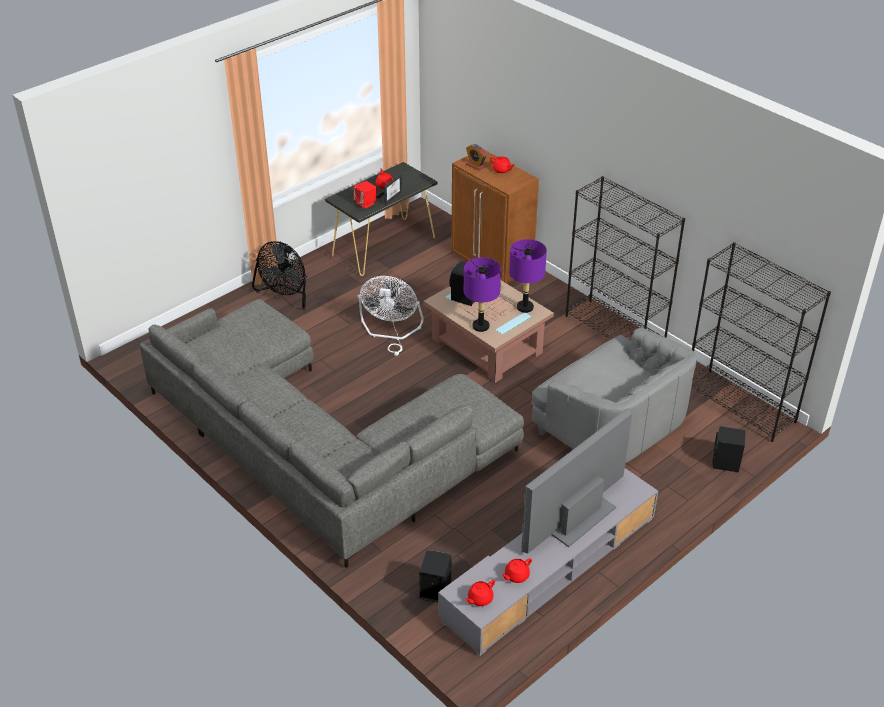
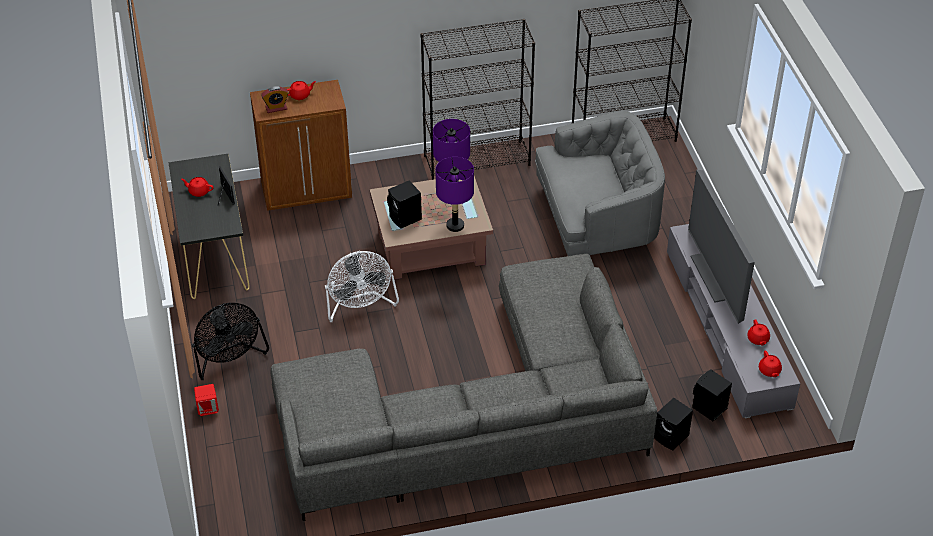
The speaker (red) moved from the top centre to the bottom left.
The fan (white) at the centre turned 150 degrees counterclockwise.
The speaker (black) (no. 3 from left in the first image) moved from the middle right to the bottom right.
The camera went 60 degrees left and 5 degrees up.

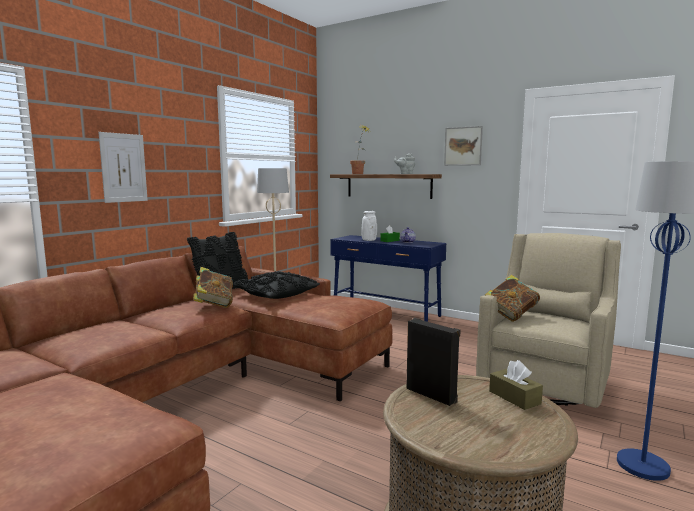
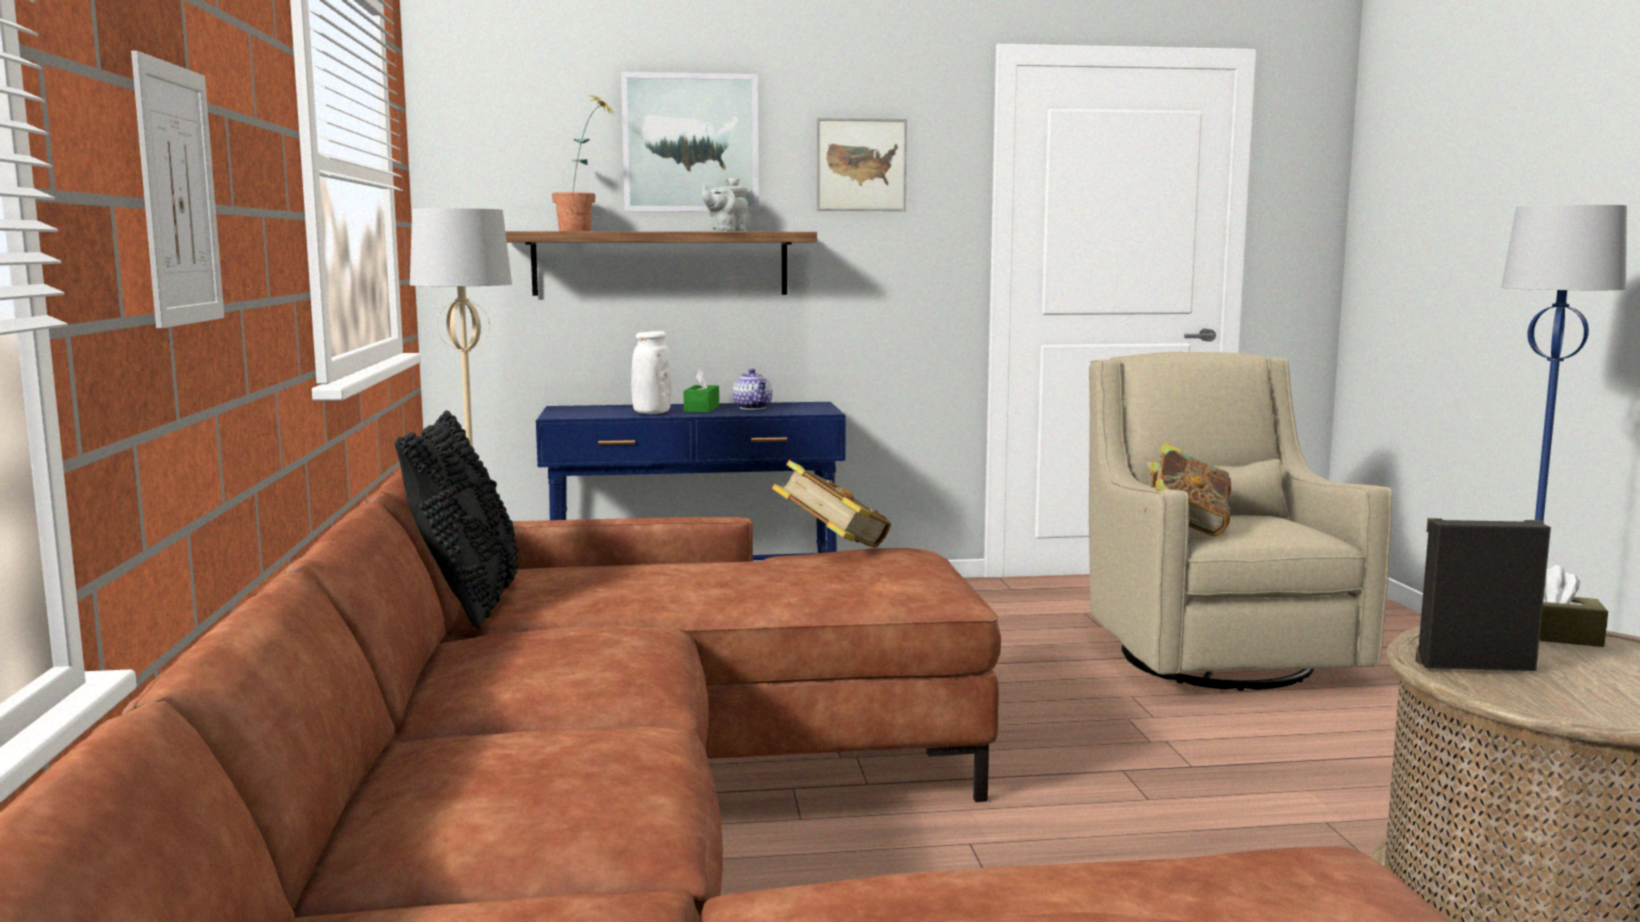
The book (no. 1 from left) moved from the middle left to the centre.
The pillow (black) (no. 2 from left) at the centre disappeared.
The picture (no. 2 from left) at the top centre appeared.
The camera went 40 degrees left and 0 degrees up.

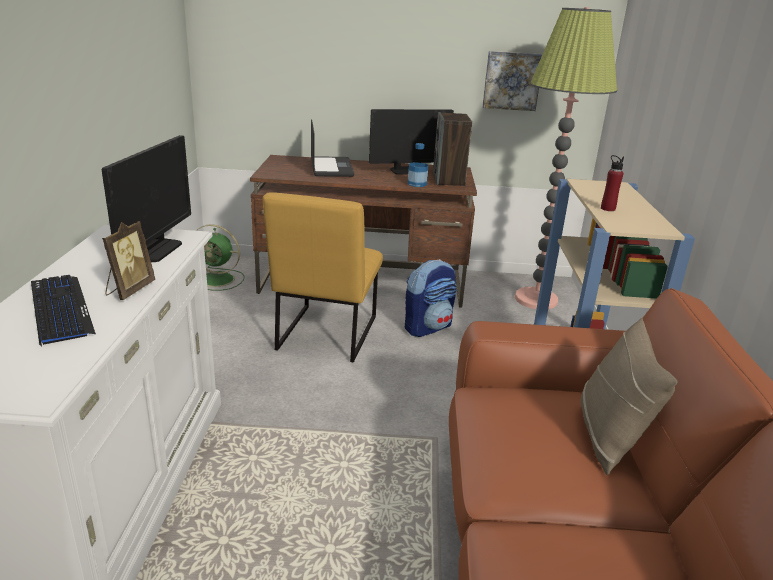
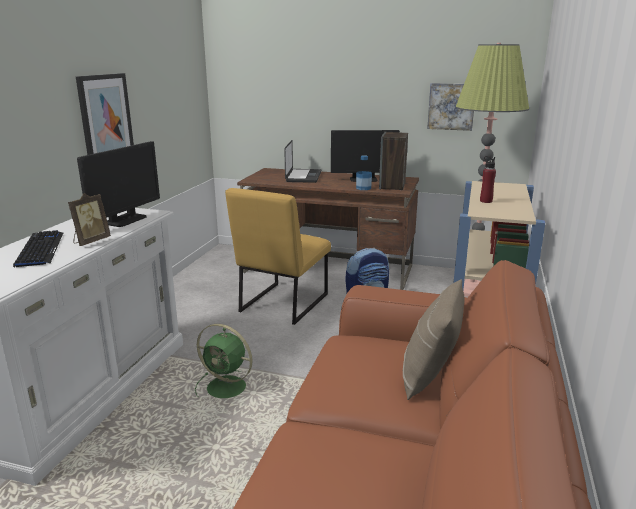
The fan (green) moved from the middle left to the bottom centre.
The picture (no. 1 from left) at the top left appeared.
The camera went 15 degrees right and 5 degrees down.

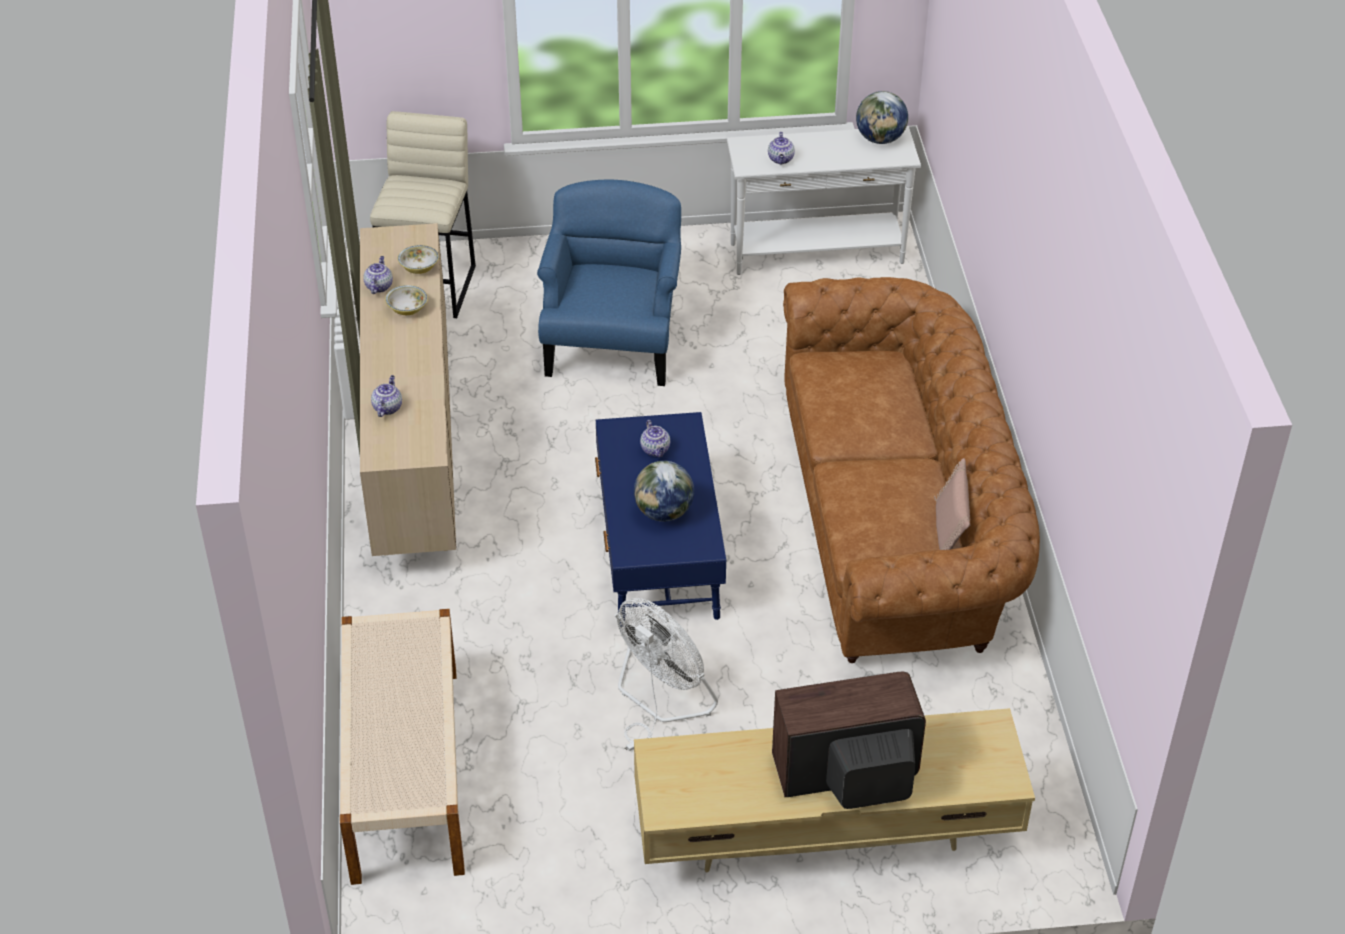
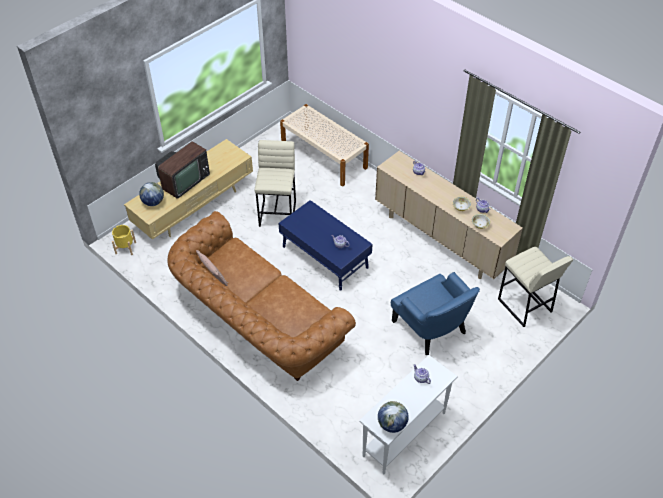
The fan (white) at the bottom centre was replaced by the stool (beige) (no. 1 from left) at the centre.
The globe (no. 1 from left) moved from the centre to the middle left.
The planter (yellow) at the middle left appeared.
The camera went 140 degrees right and 5 degrees up.

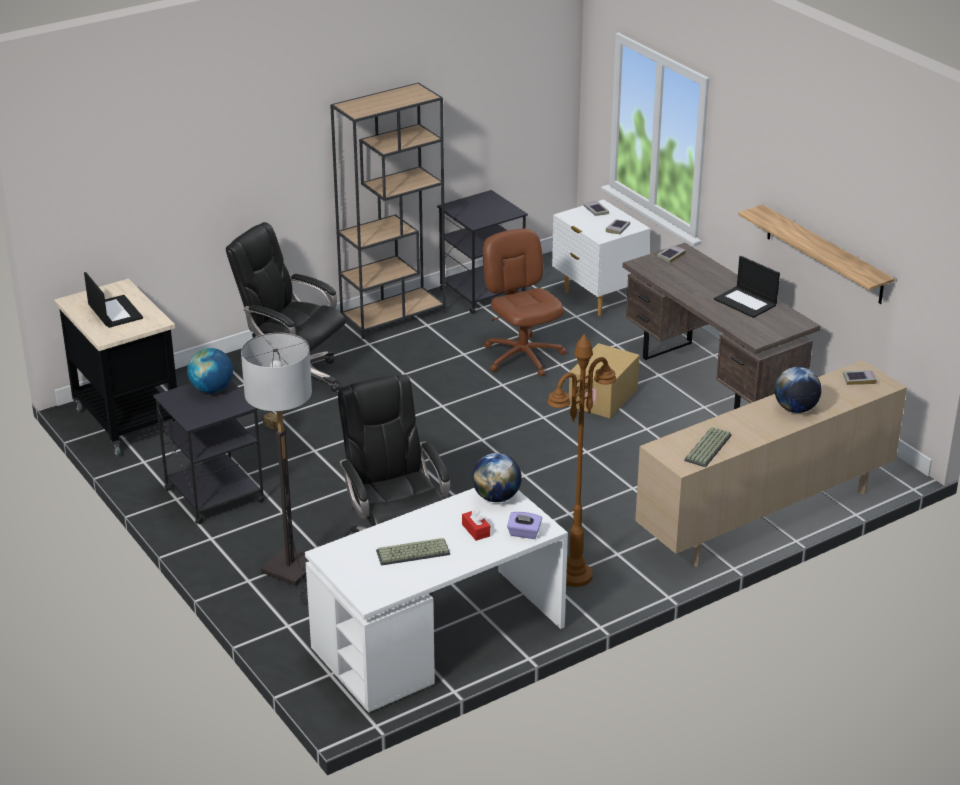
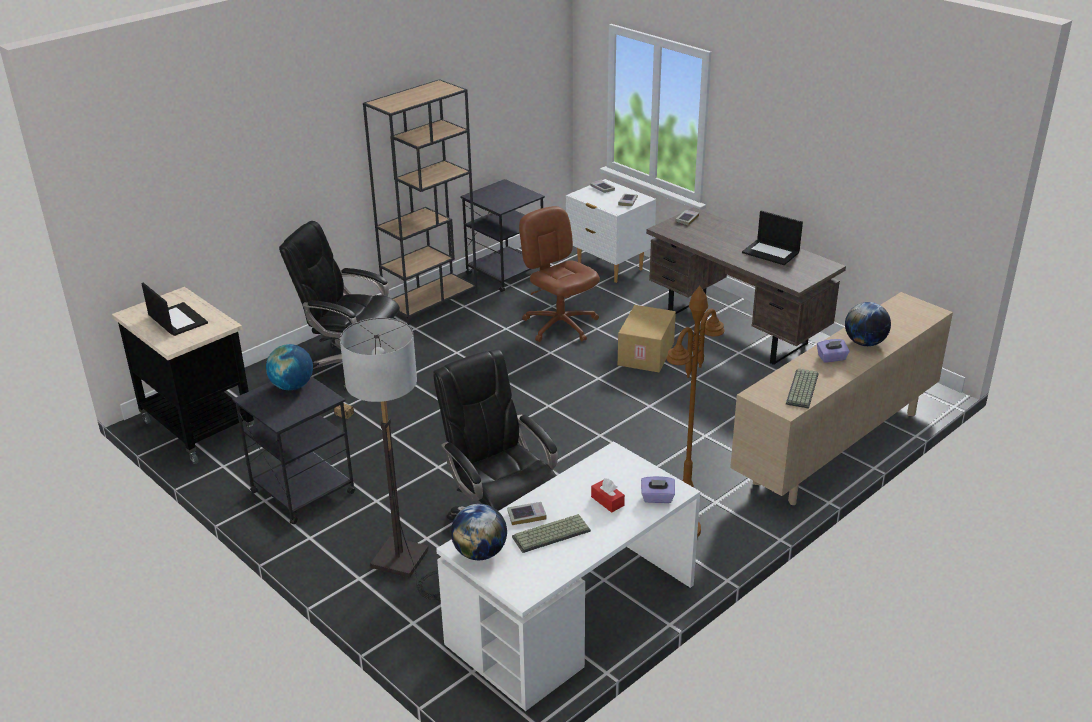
The globe (no. 2 from left) moved from the centre to the bottom centre.
The shelf at the top right disappeared.
The book (no. 4 from left in the first image) moved from the middle right to the bottom centre.
The tissue box (purple) (no. 2 from left) at the middle right appeared.
The camera went 10 degrees left and 0 degrees up.

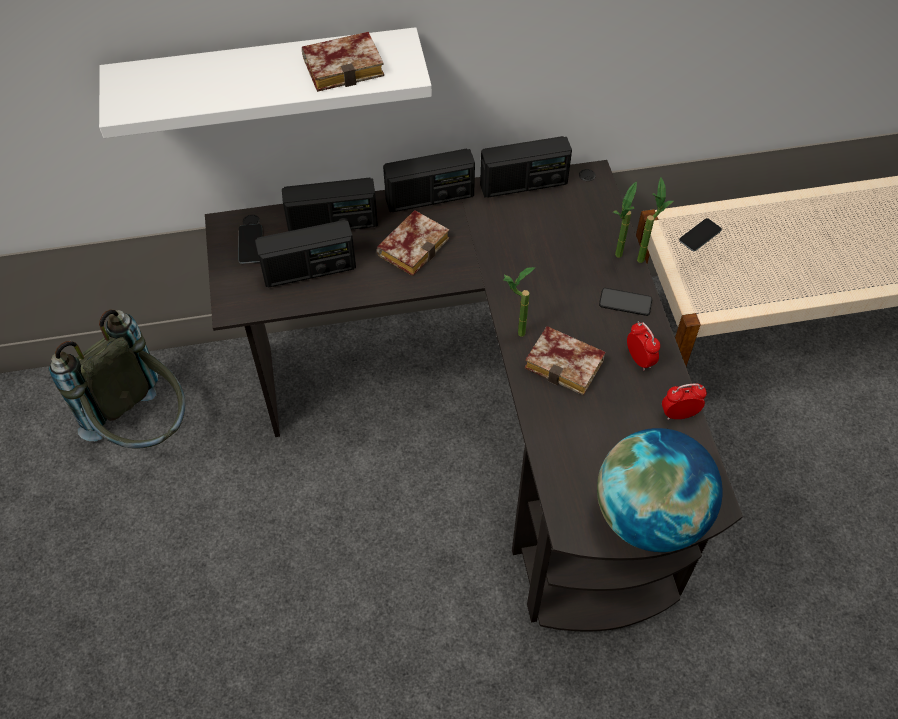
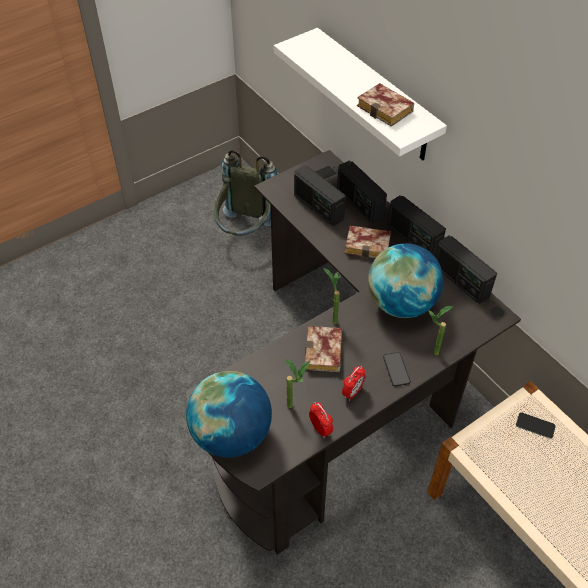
The potted plant (no. 3 from left in the first image) moved from the top right to the centre.
The globe (no. 2 from left) at the middle right appeared.
The camera went 65 degrees right and 5 degrees down.

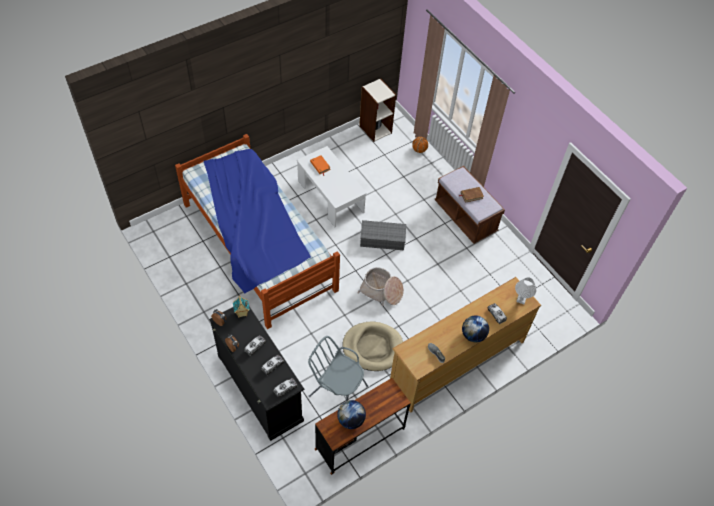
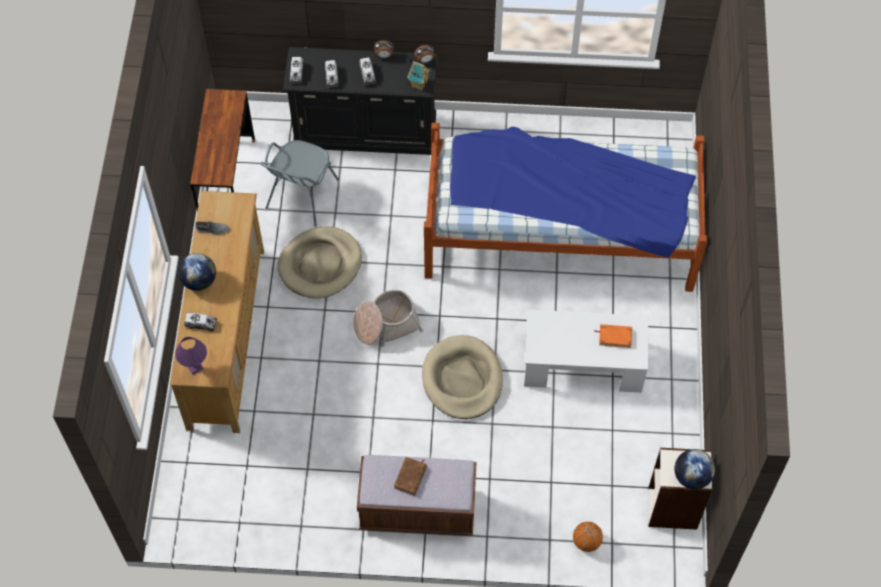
The chair (grey) at the bottom centre turned 135 degrees clockwise.
The globe (no. 1 from left in the first image) moved from the bottom centre to the bottom right.
The storage box (grey) at the centre was replaced by the dog bed (beige) (no. 2 from left) at the centre.
The table lamp (white) at the middle right became the table lamp (purple) at the middle left.
The camera went 130 degrees right and 5 degrees up.

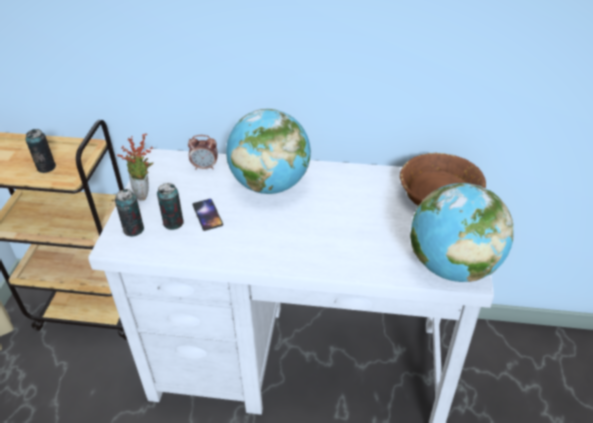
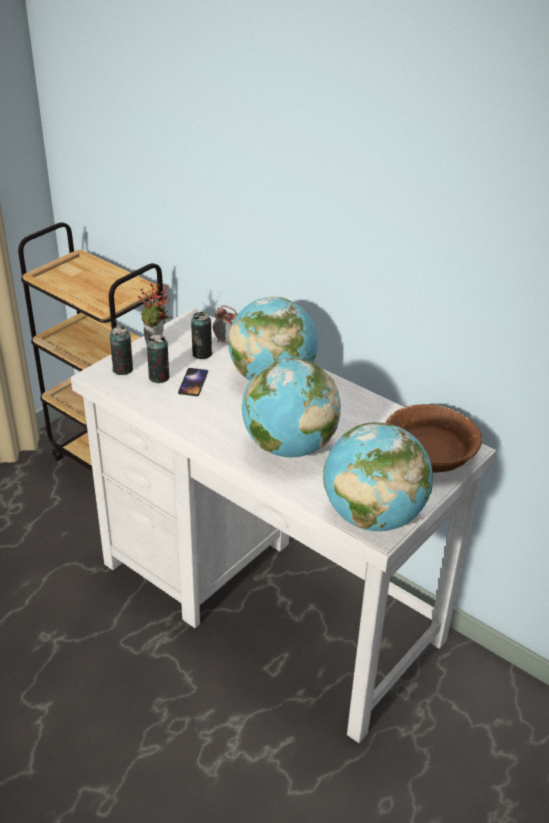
The can (no. 1 from left in the first image) moved from the middle left to the centre.
The globe (no. 2 from left) at the centre appeared.
The camera went 30 degrees right and 5 degrees down.

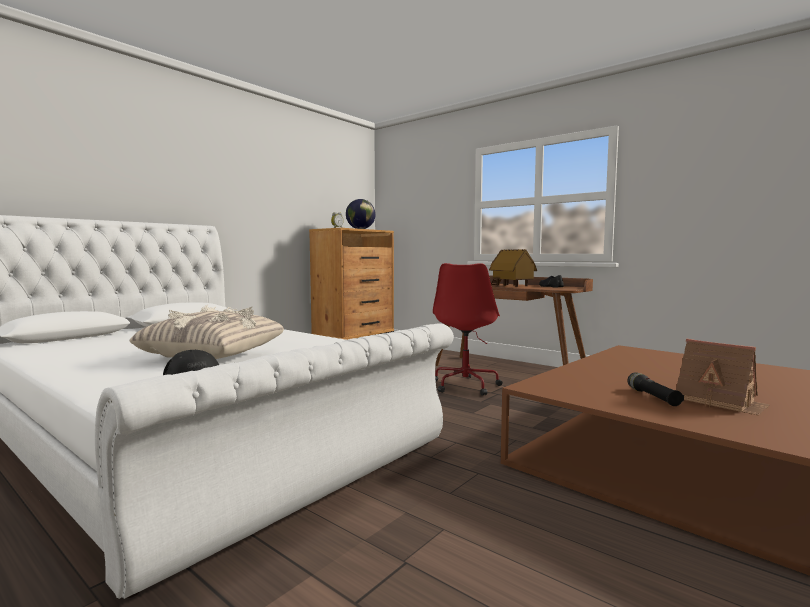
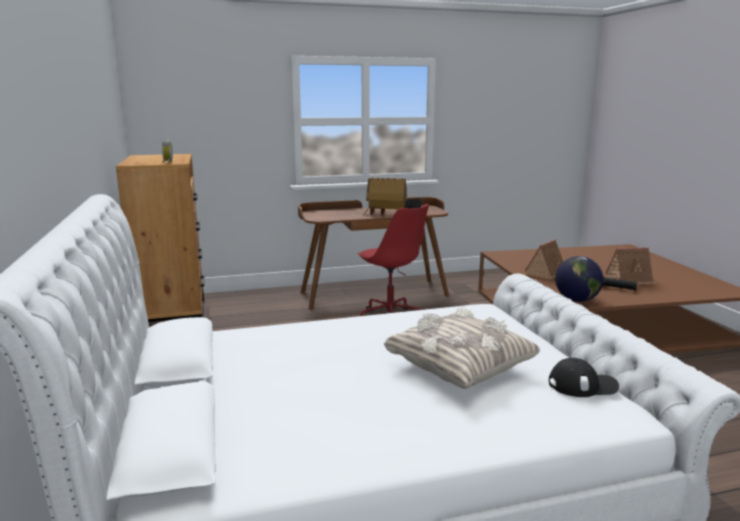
The globe moved from the centre to the middle right.
The toy house (no. 2 from left) at the middle right appeared.
The camera went 55 degrees left and 10 degrees up.

